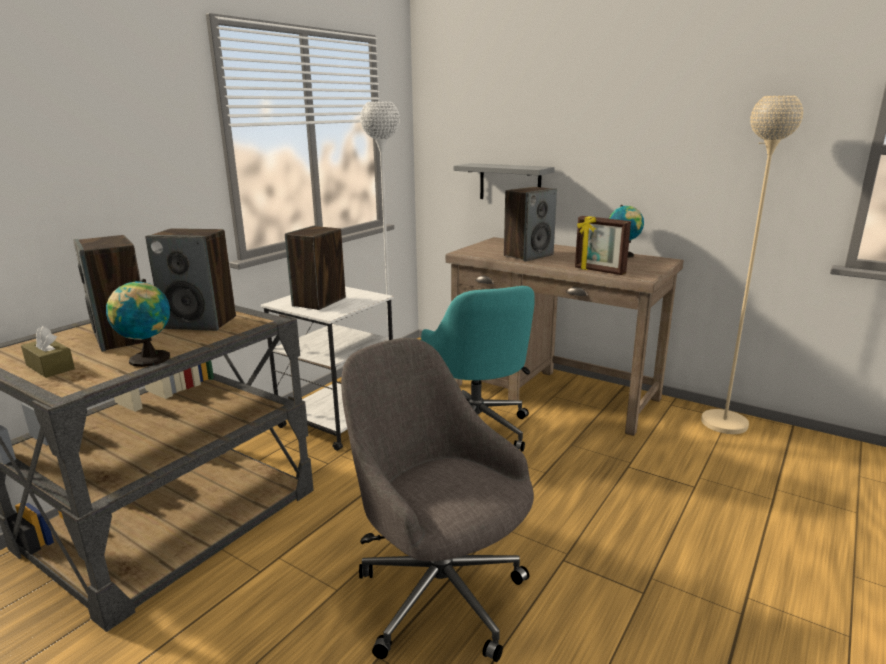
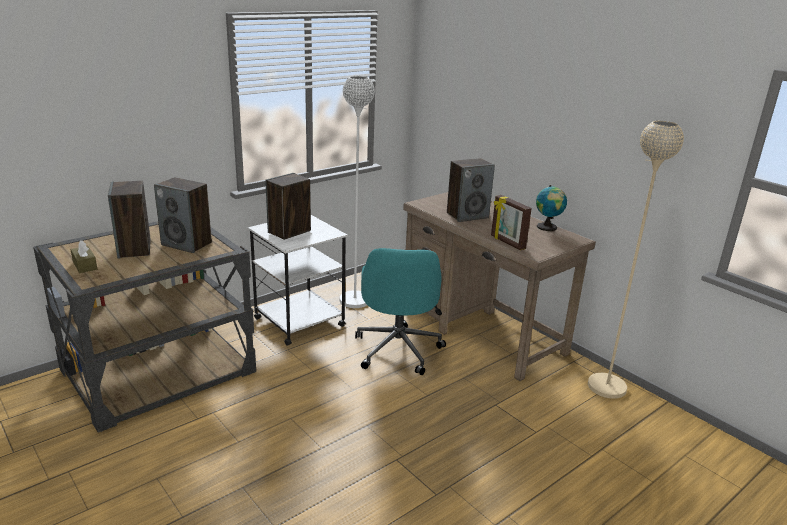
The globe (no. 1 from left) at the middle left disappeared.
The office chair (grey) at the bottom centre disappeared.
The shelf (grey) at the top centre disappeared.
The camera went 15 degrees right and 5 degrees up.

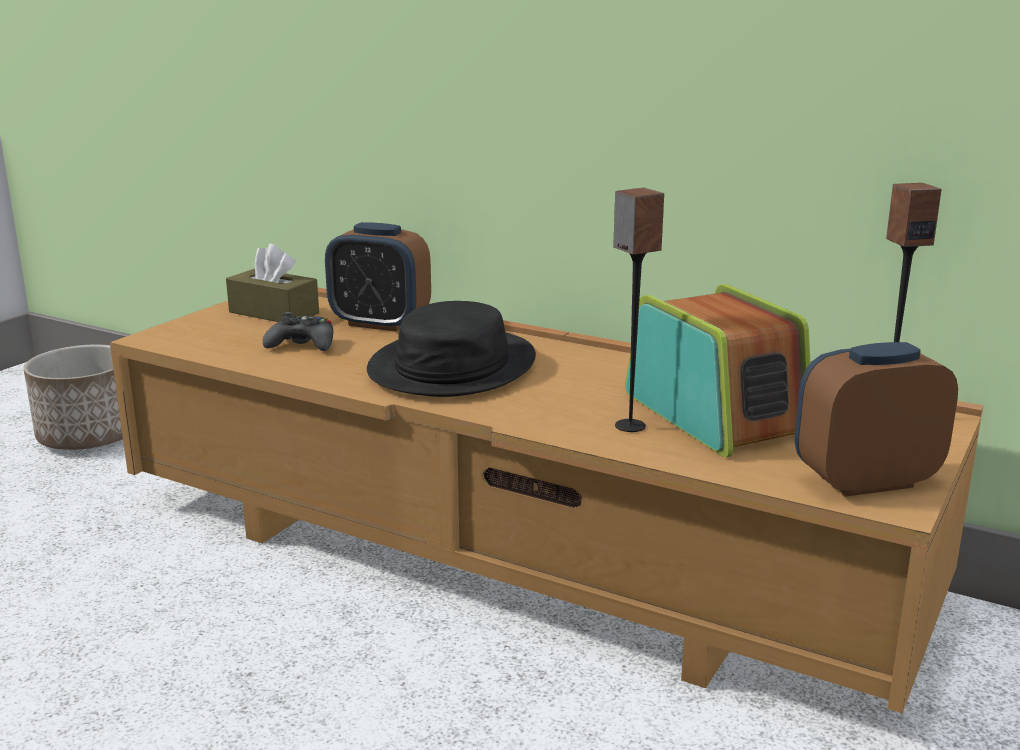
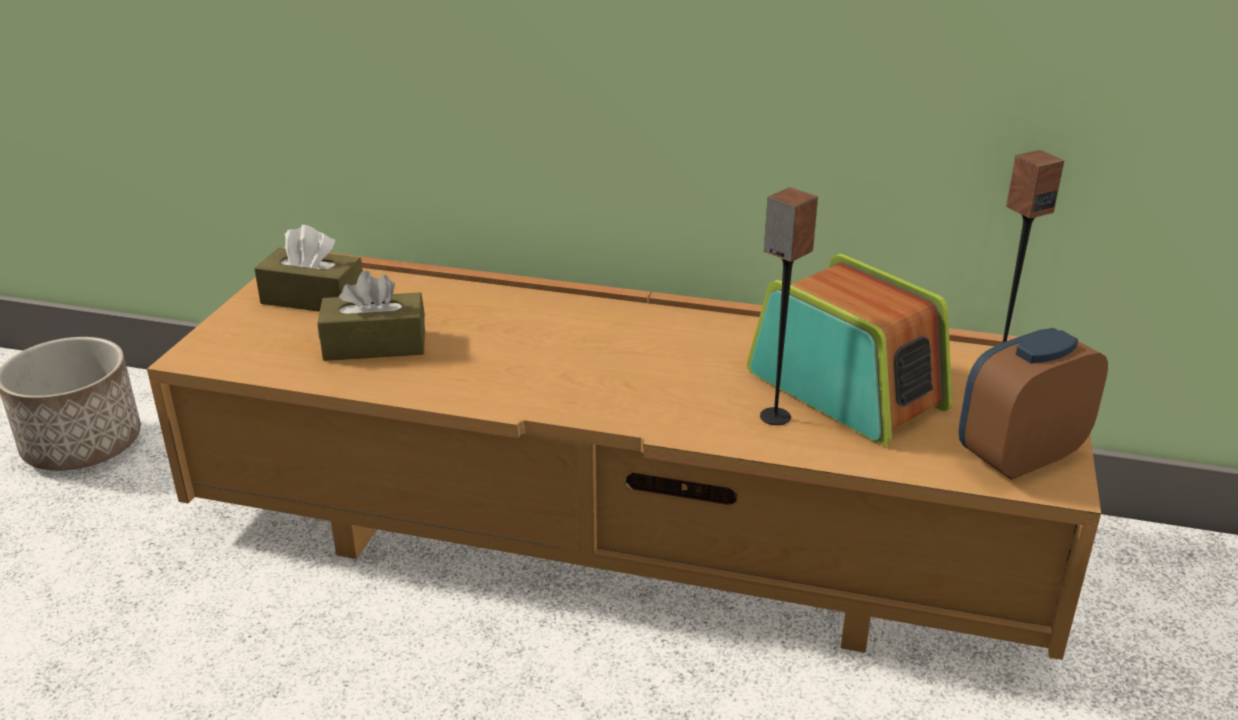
The game controller (black) at the middle left was replaced by the tissue box (brown) (no. 2 from left) at the middle left.
The alarm clock (no. 1 from left) at the centre disappeared.
The hat (black) at the centre disappeared.
The camera went 15 degrees left and 10 degrees up.

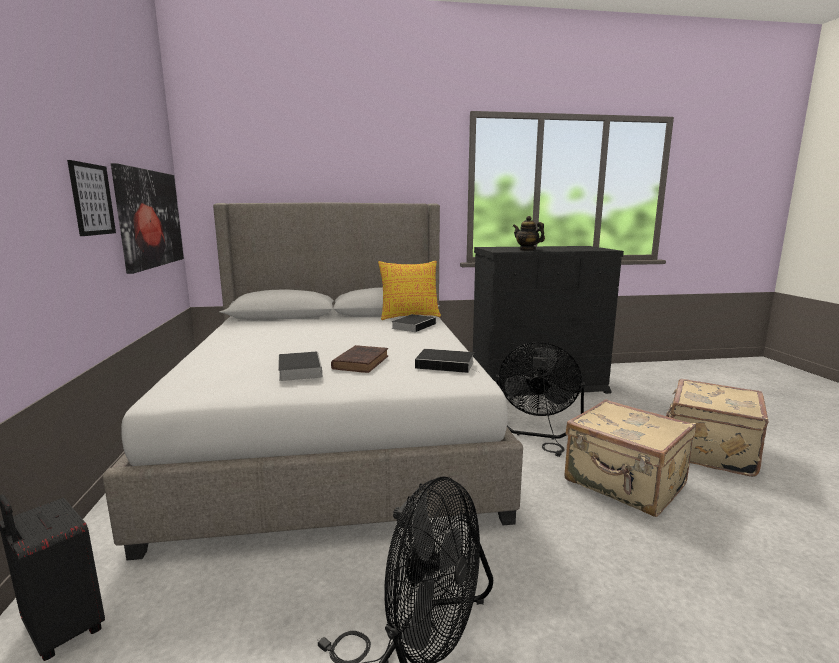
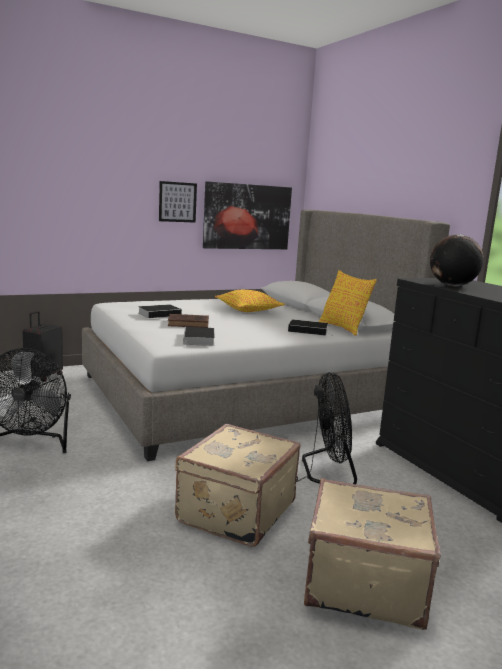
The teapot at the centre was replaced by the globe at the middle right.
The pillow (yellow) (no. 1 from left) at the centre appeared.
The camera went 70 degrees right and 0 degrees up.

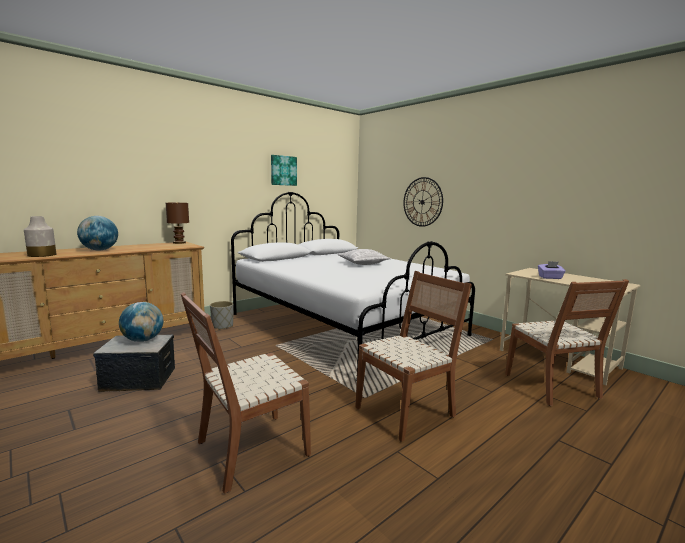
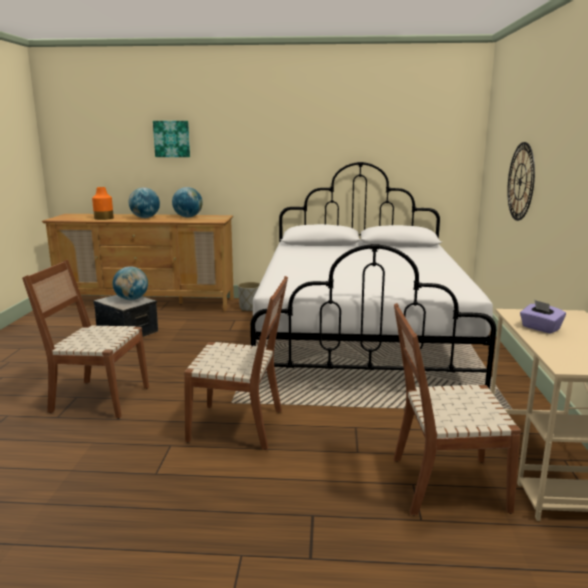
The vase (beige) at the middle left became the vase (orange) at the middle left.
The table lamp (brown) at the middle left disappeared.
The picture moved from the top centre to the top left.
The pillow at the centre disappeared.
The chair (no. 3 from left) at the middle right turned 60 degrees clockwise.
The globe (no. 3 from left) at the middle left appeared.
The camera went 45 degrees right and 5 degrees up.

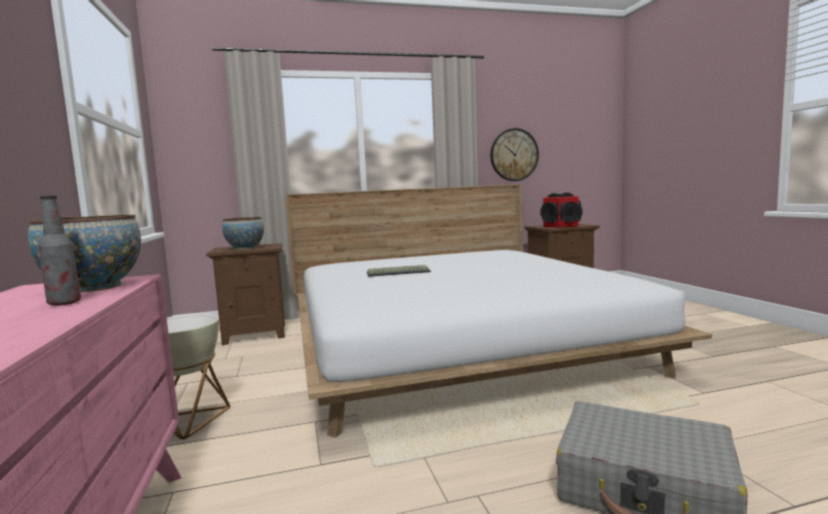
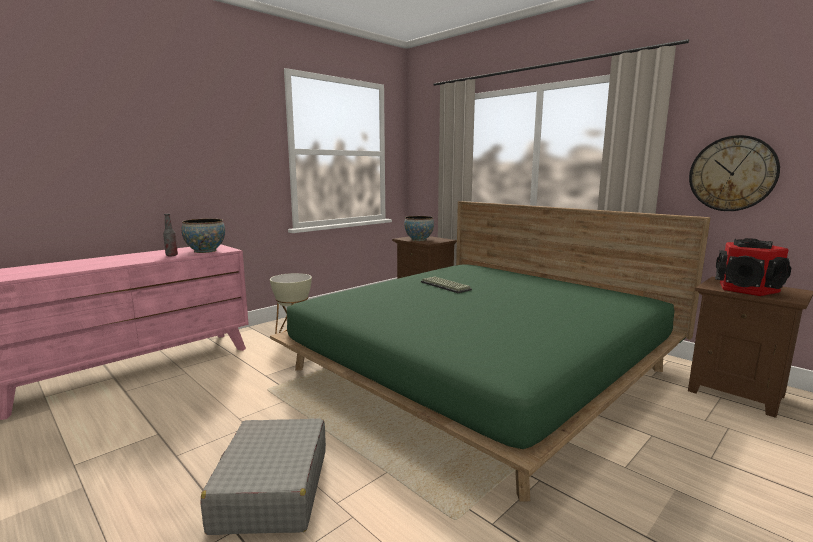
The bed (white) at the centre became the bed (green) at the centre.
The camera went 60 degrees right and 5 degrees up.

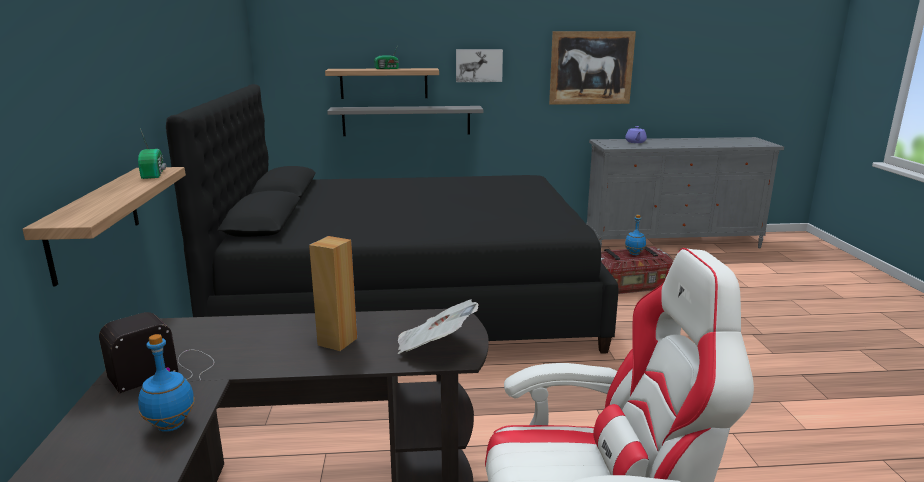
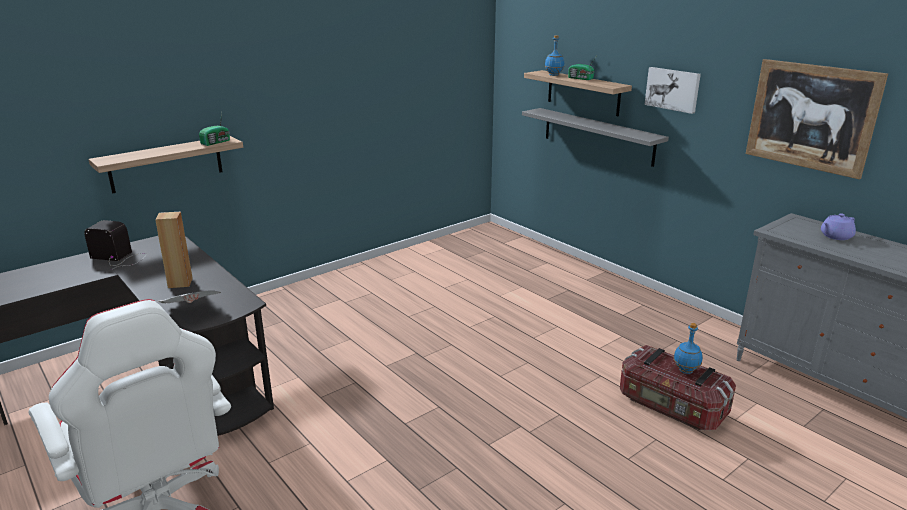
The bottle (blue) (no. 1 from left) moved from the bottom left to the top centre.
The bed (black) at the centre disappeared.
The camera went 55 degrees right and 5 degrees up.

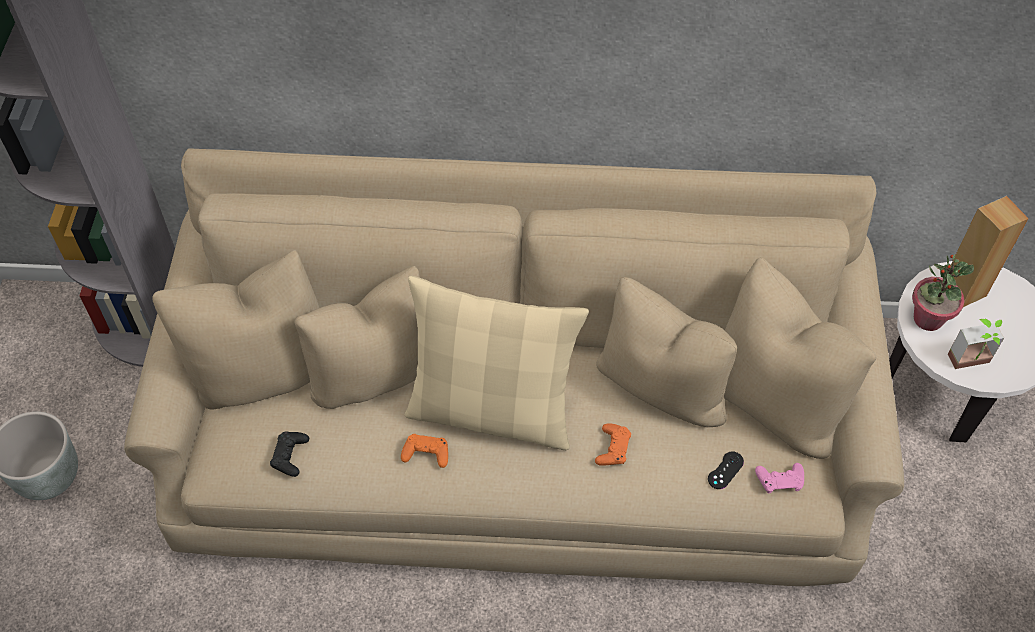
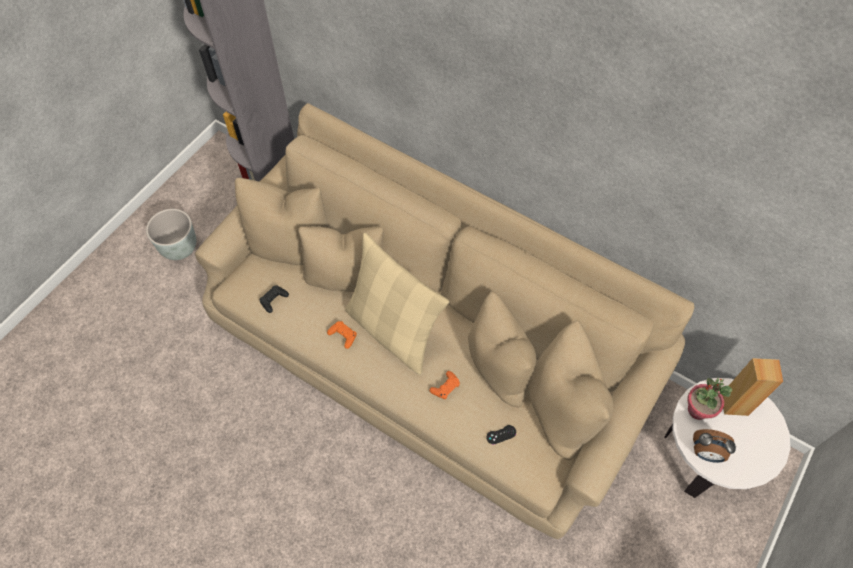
The game controller (pink) at the bottom right disappeared.
The potted plant (no. 2 from left) at the middle right was replaced by the alarm clock at the bottom right.
The camera went 30 degrees right and 5 degrees up.

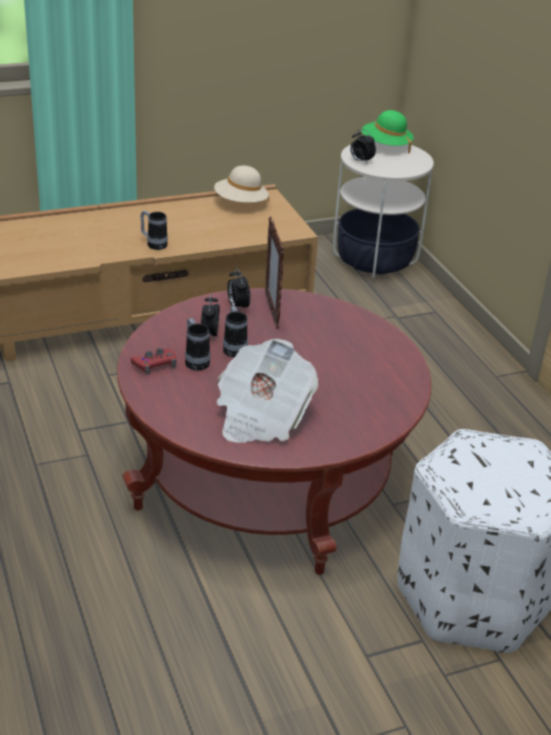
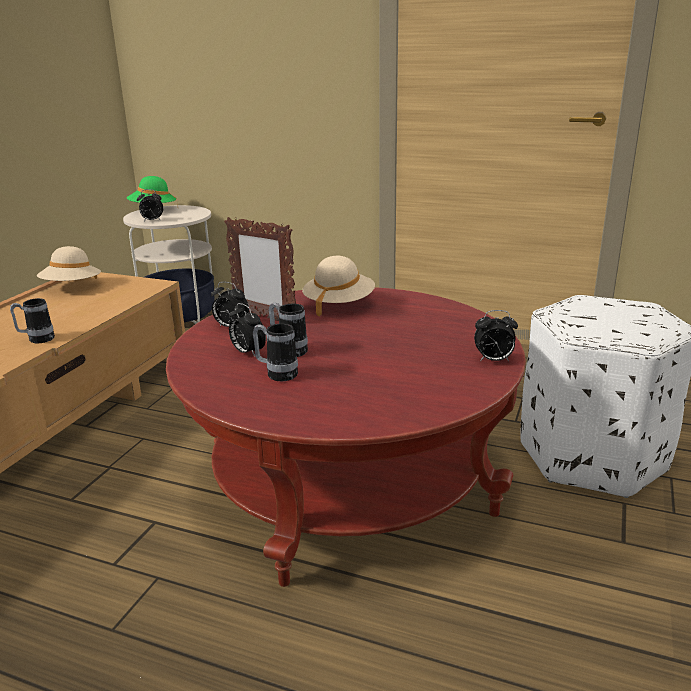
The game controller (red) at the middle left disappeared.
The newspaper at the centre disappeared.
The hat (beige) (no. 2 from left) at the centre appeared.
The alarm clock (no. 4 from left) at the middle right appeared.
The camera went 45 degrees left and 10 degrees down.

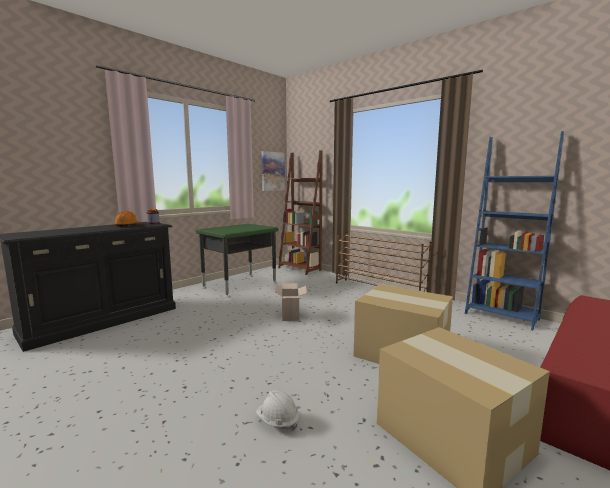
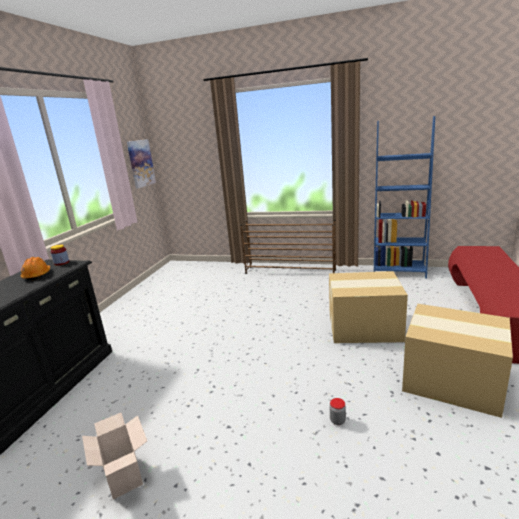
The desk (green) at the centre disappeared.
The hard hat (white) at the bottom centre was replaced by the jar (no. 2 from left) at the bottom centre.
The cardboard box (no. 1 from left) moved from the centre to the bottom left.
The bookcase (brown) at the centre disappeared.
The camera went 25 degrees left and 10 degrees up.

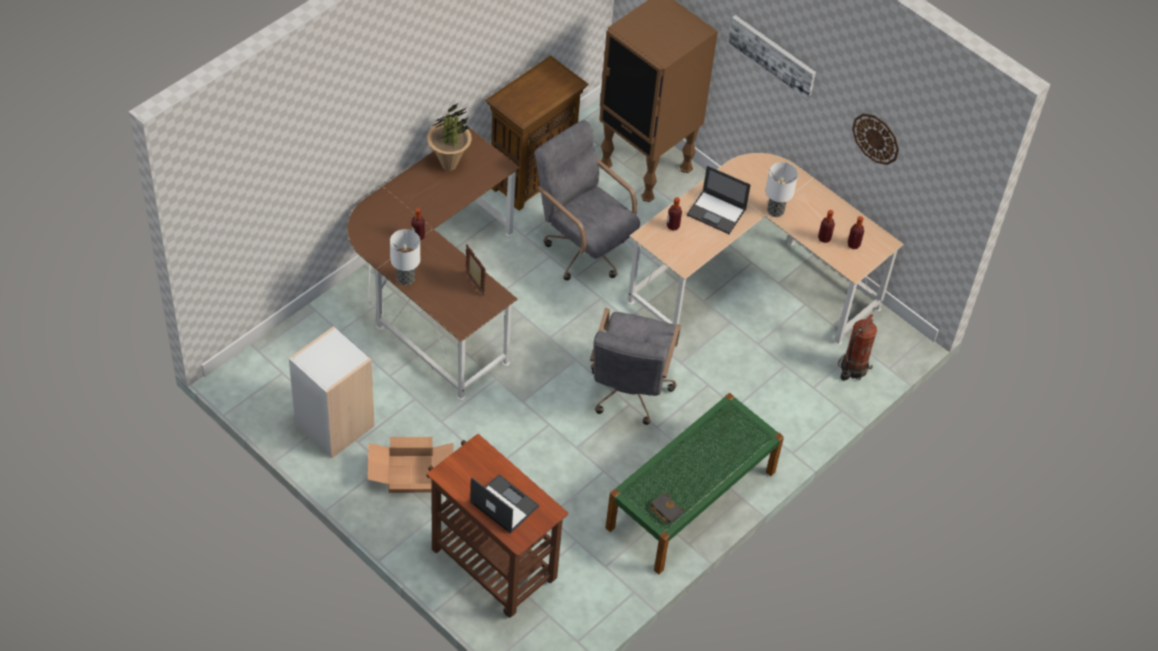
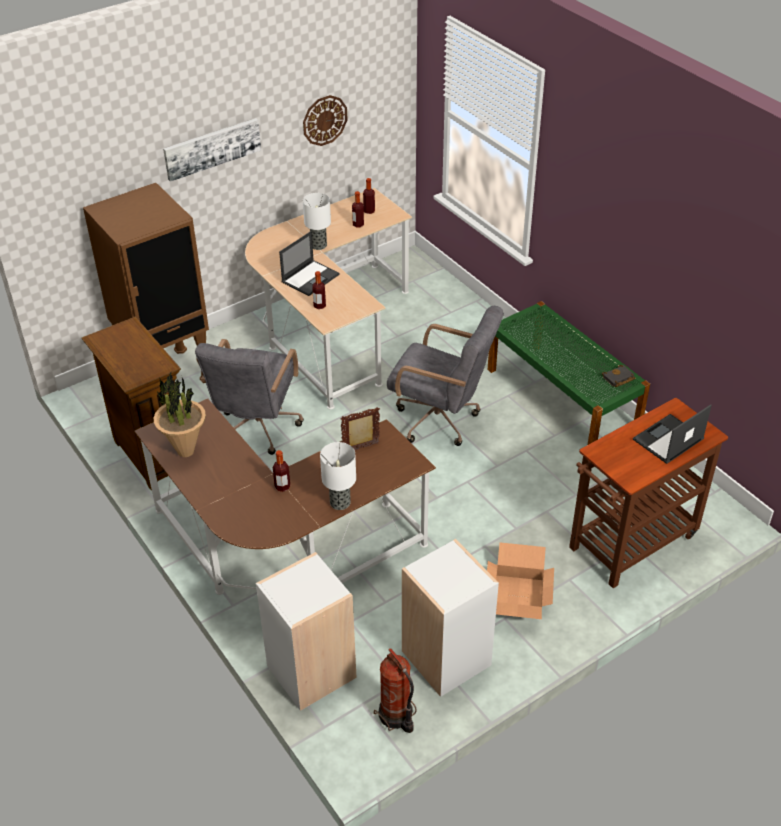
The office chair (grey) (no. 1 from left) at the top centre turned 45 degrees counterclockwise.
The fire extinguisher moved from the middle right to the bottom centre.
The bookcase (no. 1 from left) at the bottom centre appeared.
The camera went 75 degrees left and 10 degrees down.

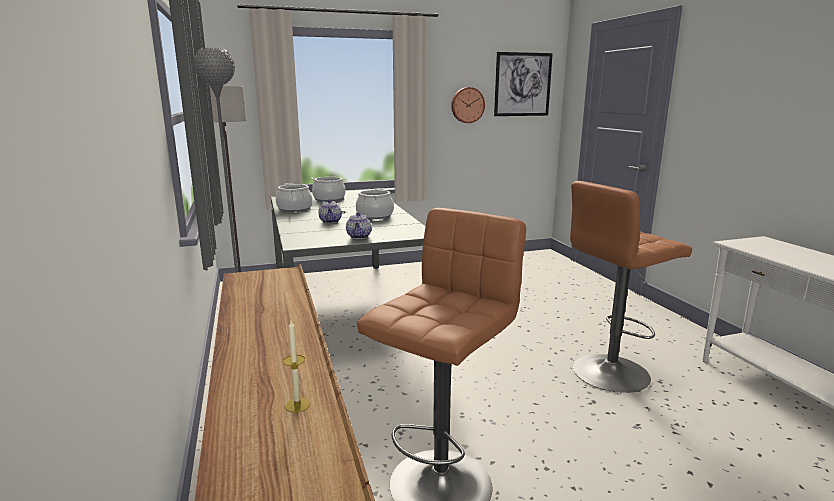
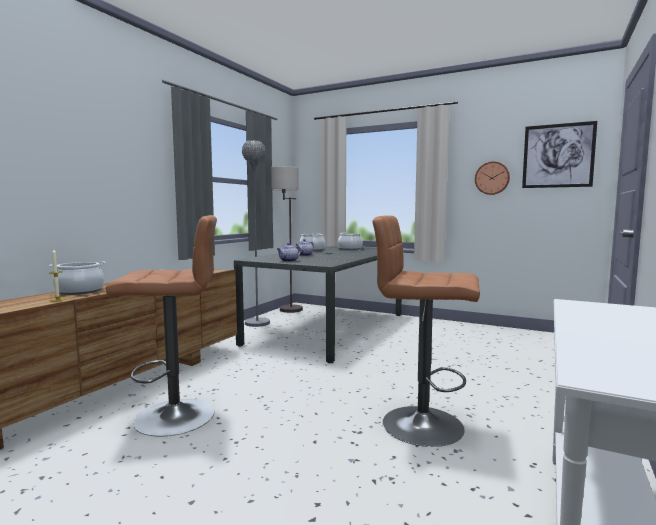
The cooking pot (no. 3 from left in the first image) moved from the centre to the middle left.
The camera went 45 degrees right and 10 degrees down.

